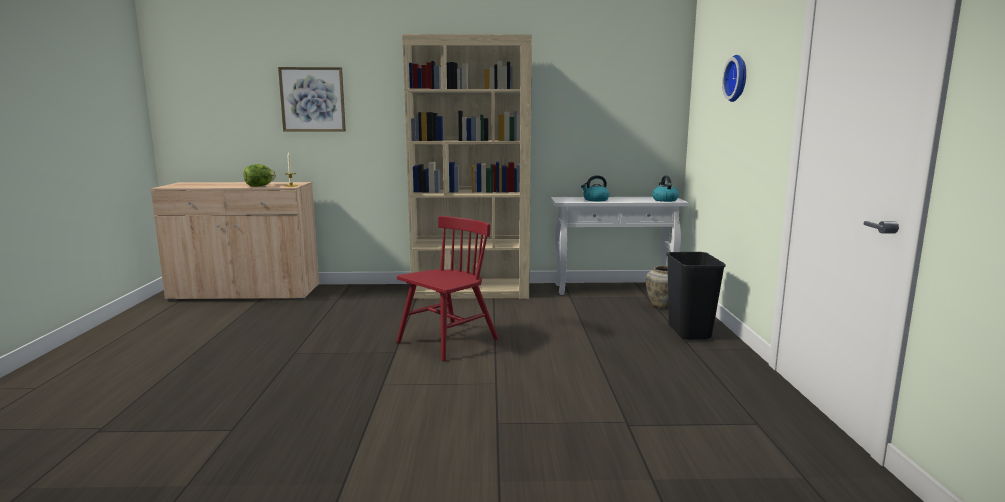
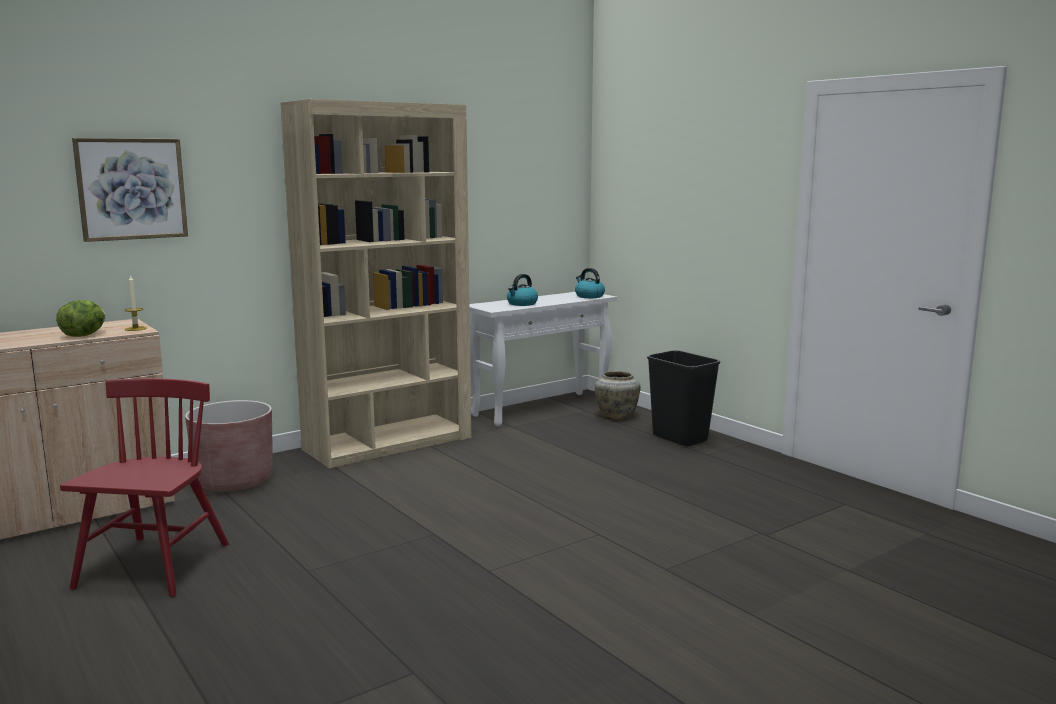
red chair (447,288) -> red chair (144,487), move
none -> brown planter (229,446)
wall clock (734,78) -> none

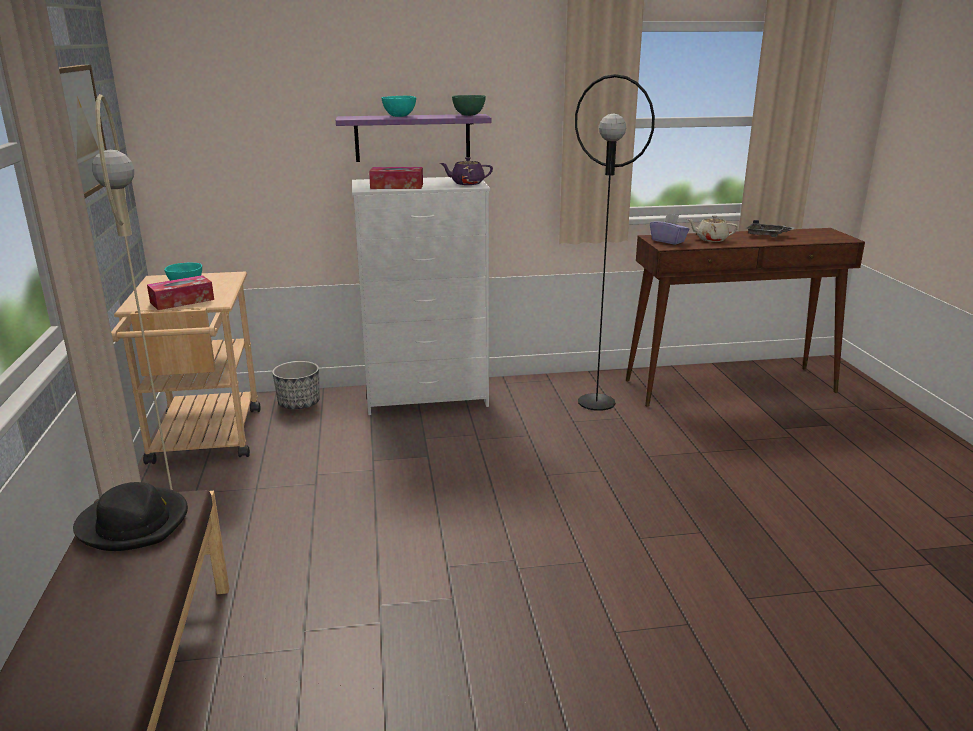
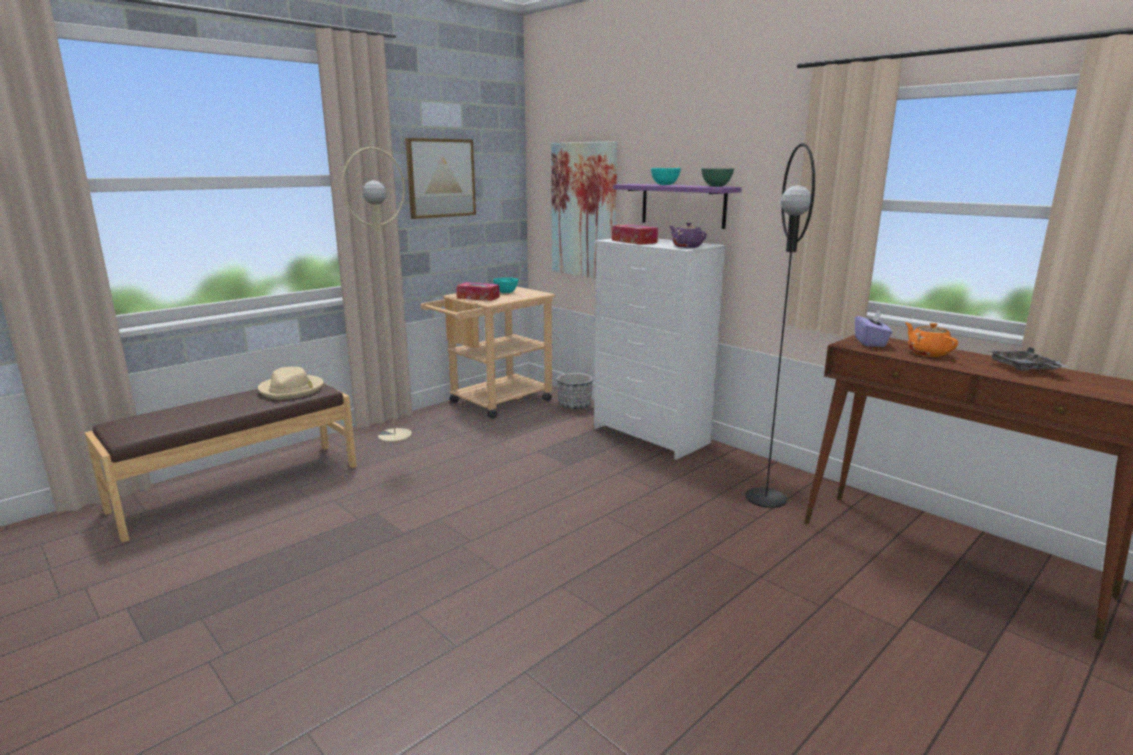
black hat (130,516) -> beige hat (291,383)
none -> picture (584,209)
beige teapot (712,228) -> orange teapot (931,339)

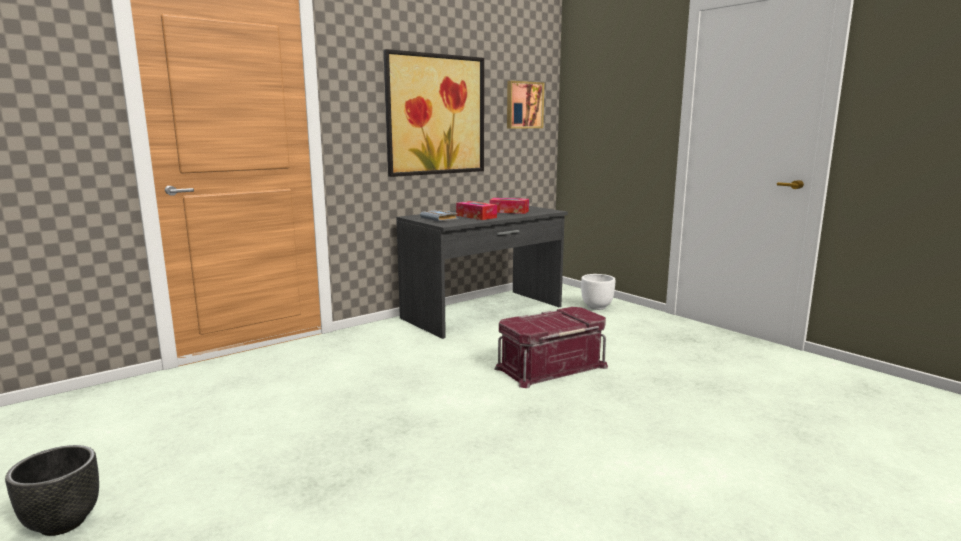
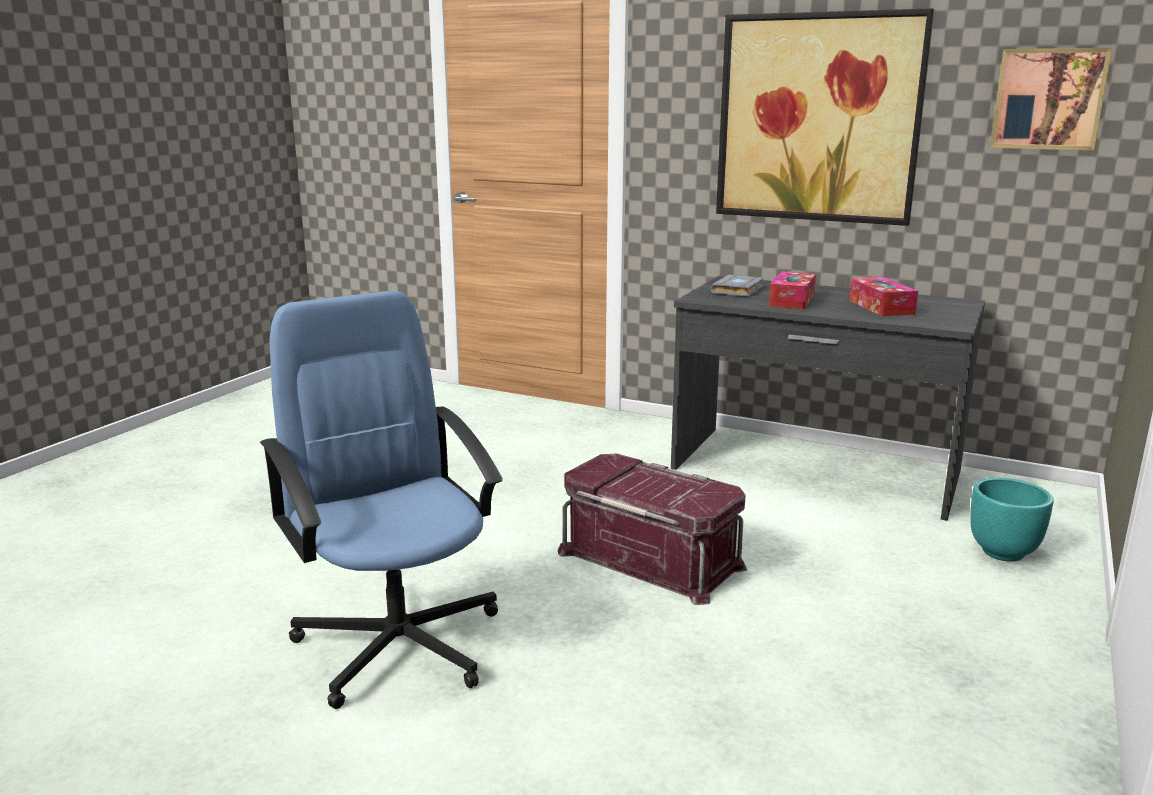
none -> blue office chair (381,499)
white planter (598,292) -> turquoise planter (1012,520)
black planter (52,490) -> none

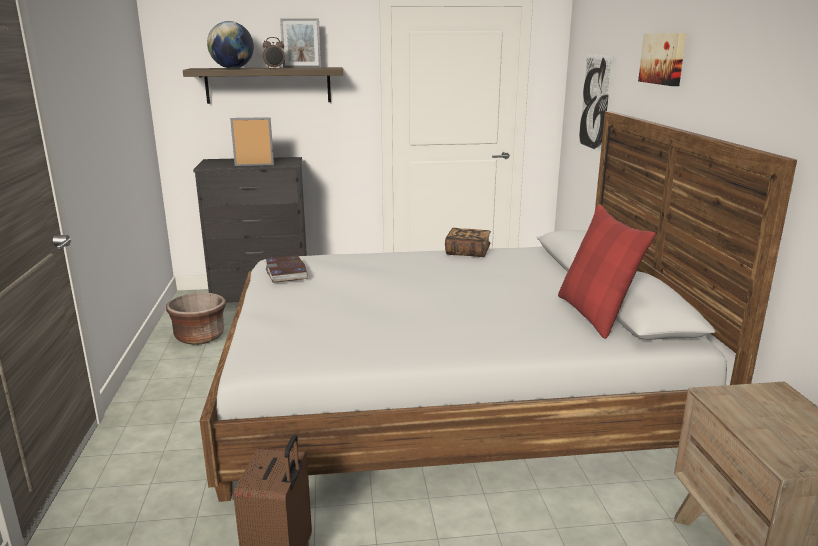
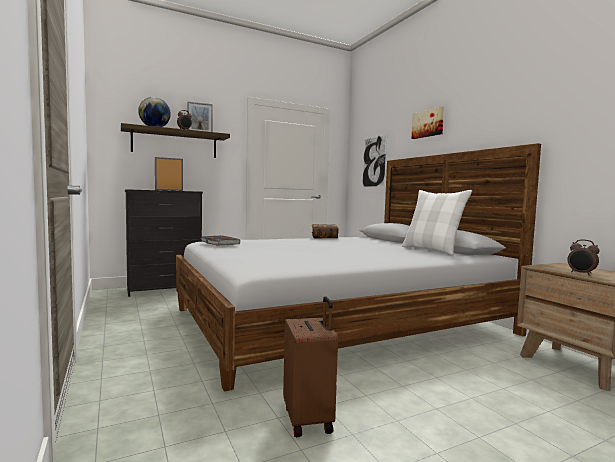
red pillow (607,271) -> white pillow (437,222)
none -> alarm clock (583,257)
brown planter (196,319) -> none

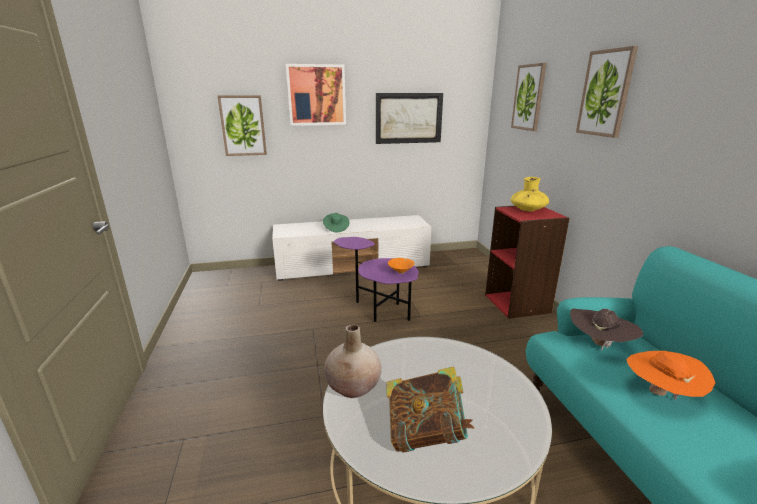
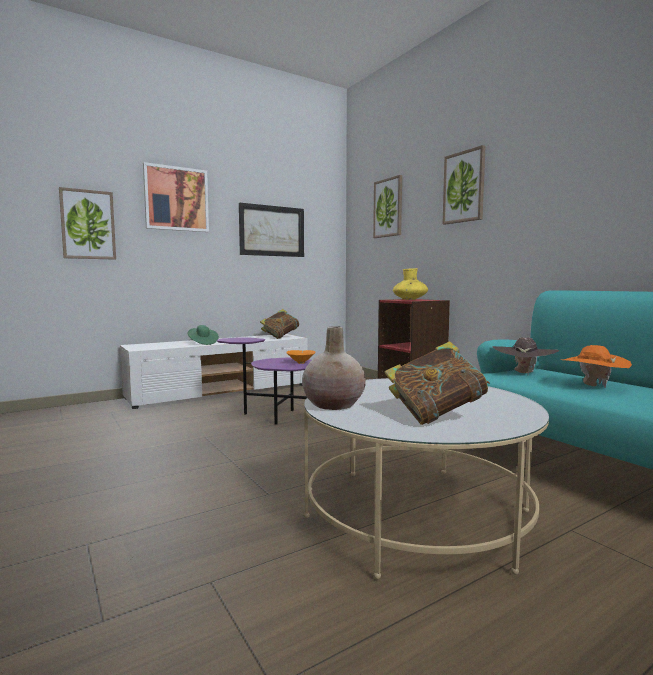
none -> book (279,324)

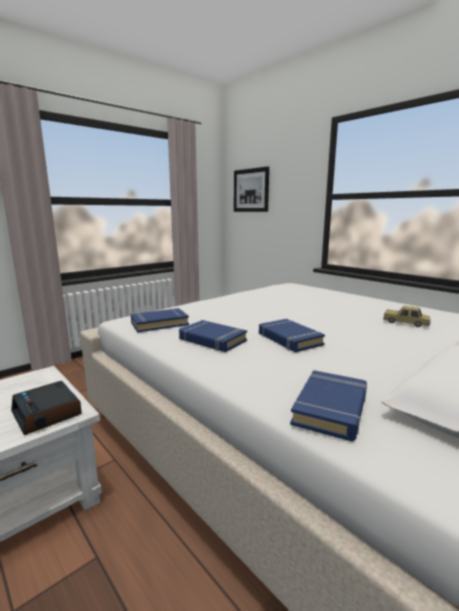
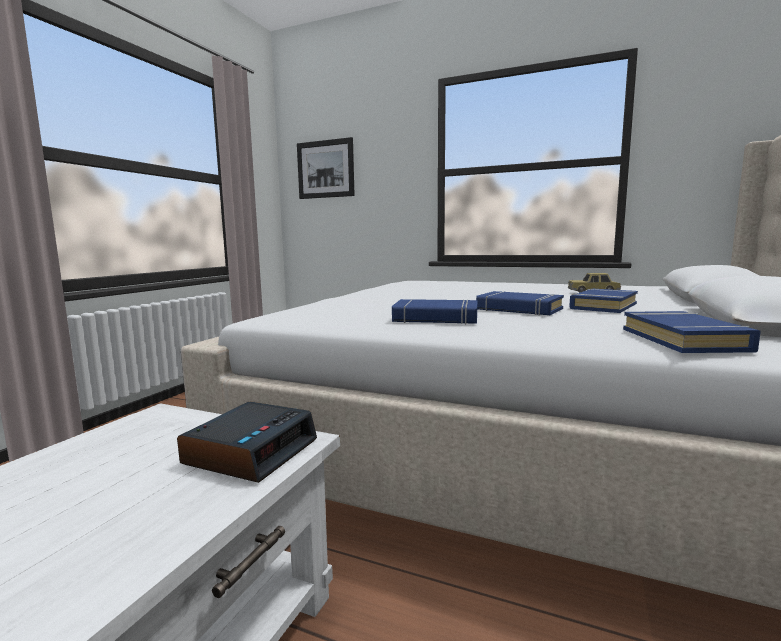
alarm clock (46,408) -> alarm clock (247,442), 90 degrees counterclockwise
blue book (160,320) -> blue book (603,301), move

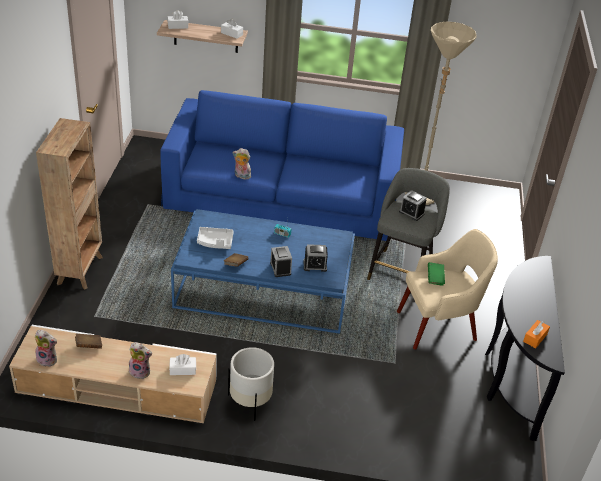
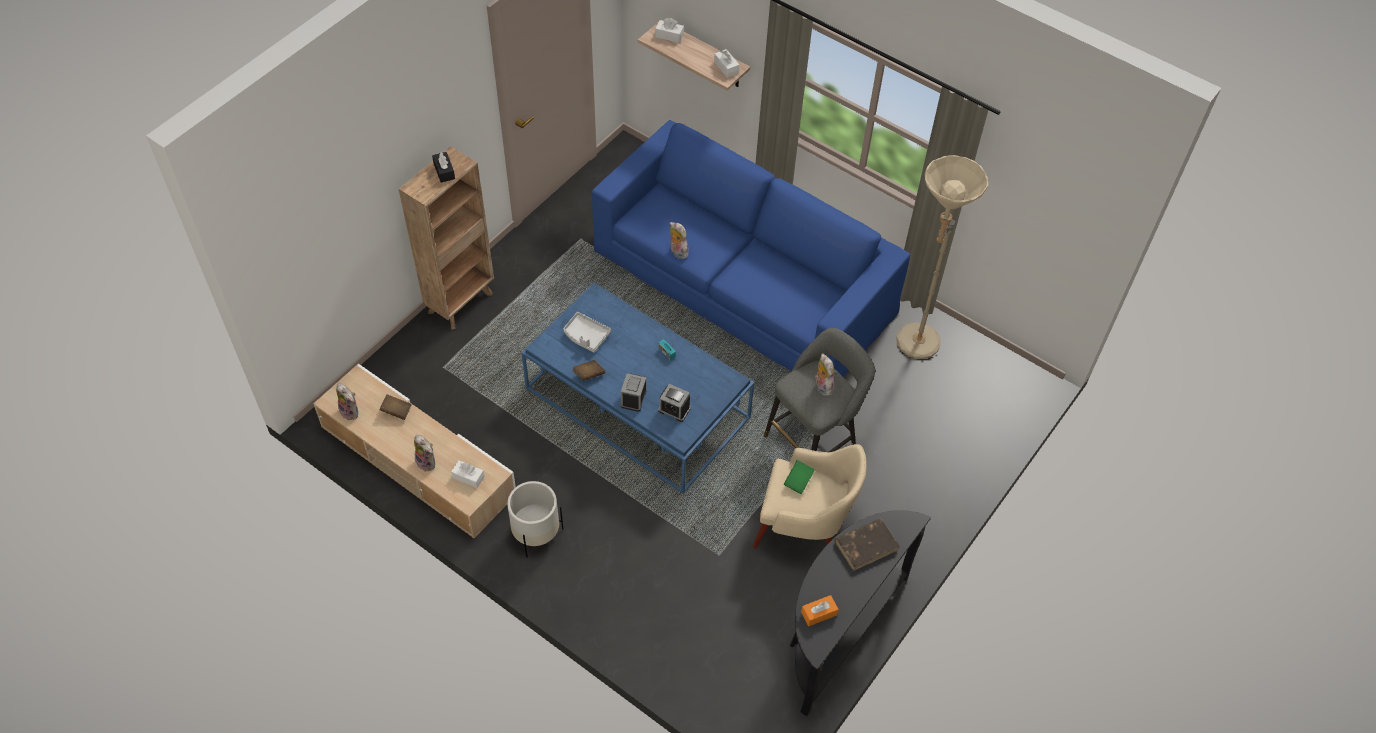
none -> black tissue box (443,167)
alarm clock (412,205) -> plush toy (824,374)
none -> brown book (867,544)

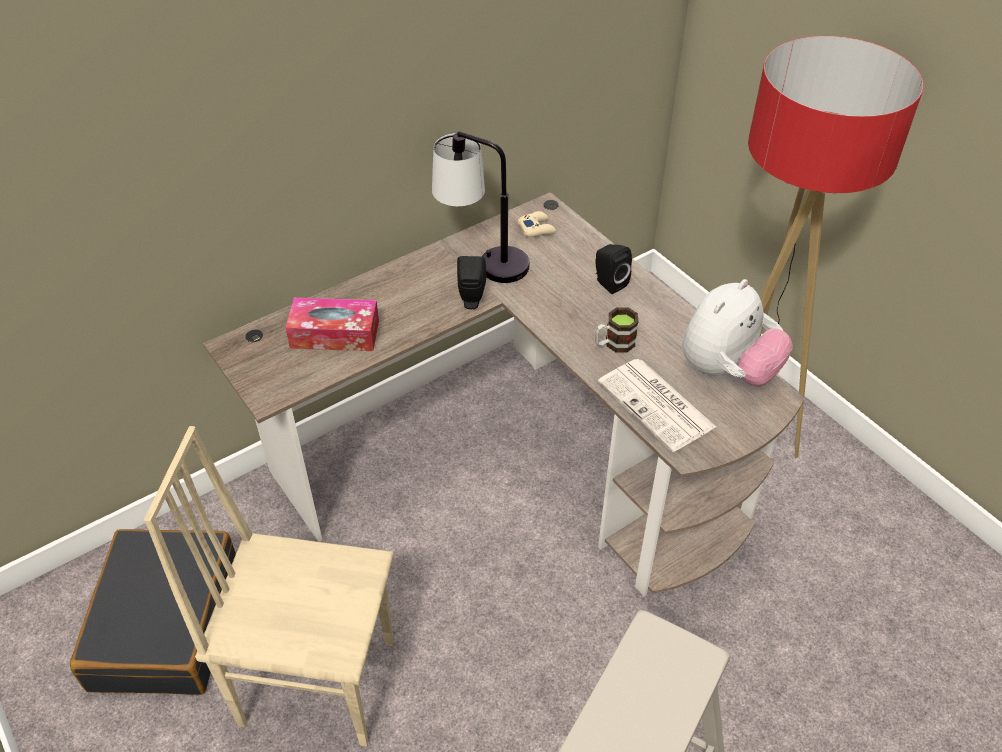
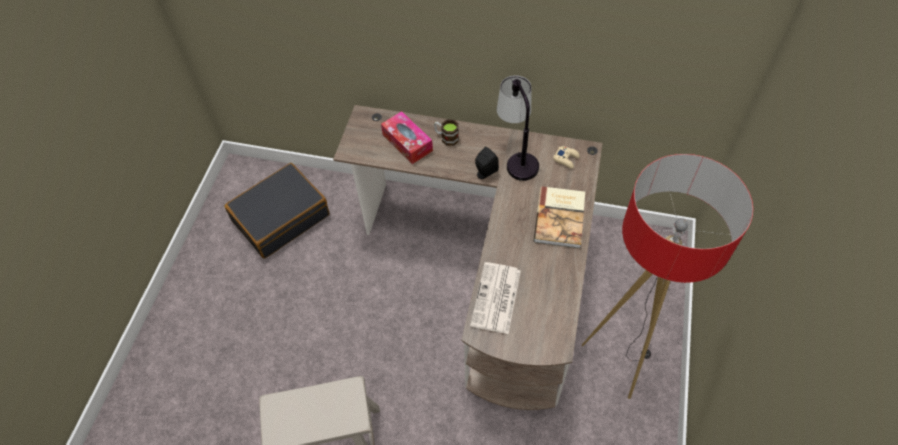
mug (617,329) -> mug (446,132), move
black speaker (614,269) -> book (559,217)
beige chair (269,586) -> none
plush toy (737,333) -> none

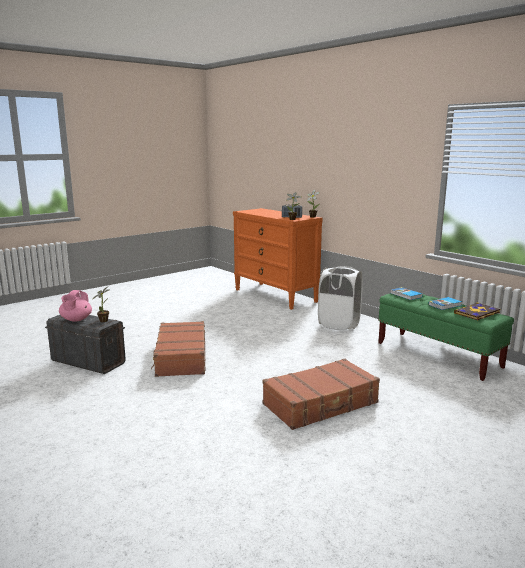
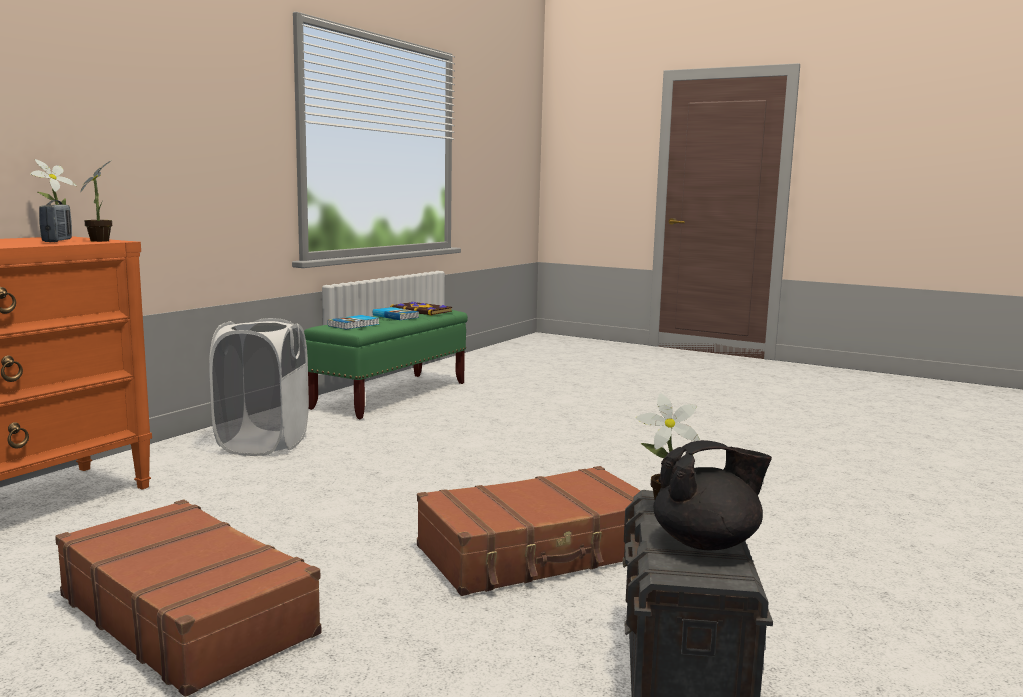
brown suitcase (321,394) -> brown suitcase (188,598), move
pink teapot (75,306) -> black teapot (713,495)

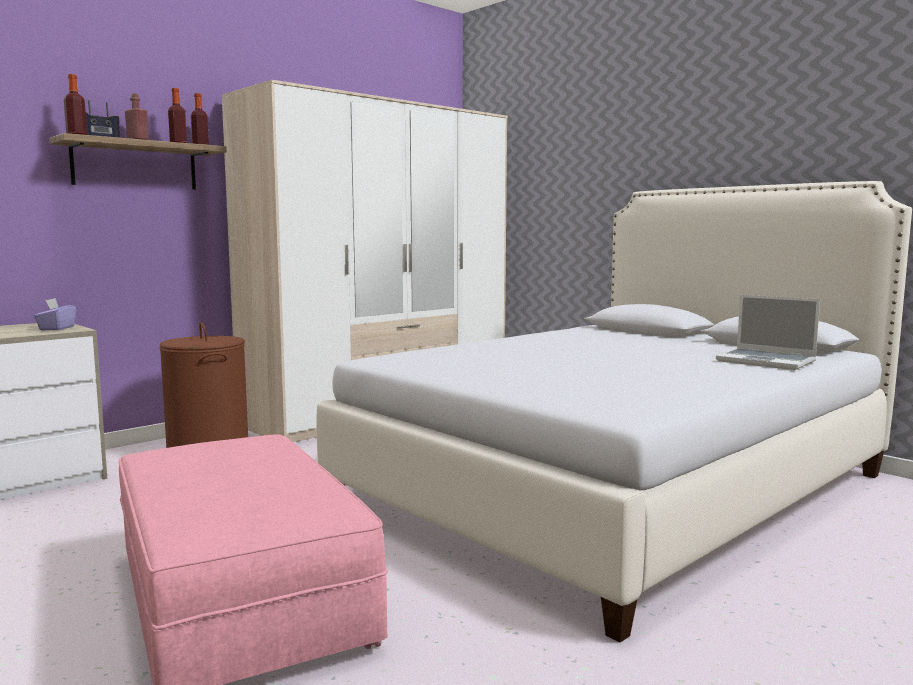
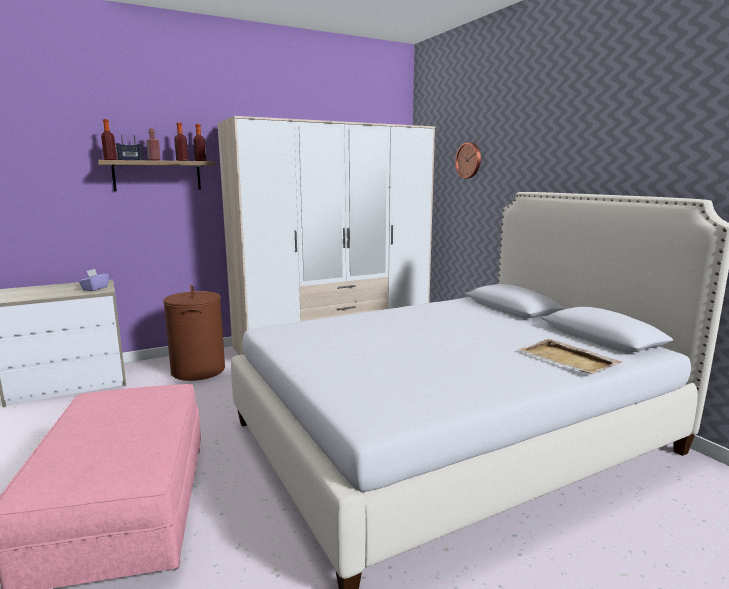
none -> wall clock (468,160)
laptop (768,332) -> beige tray (569,356)

